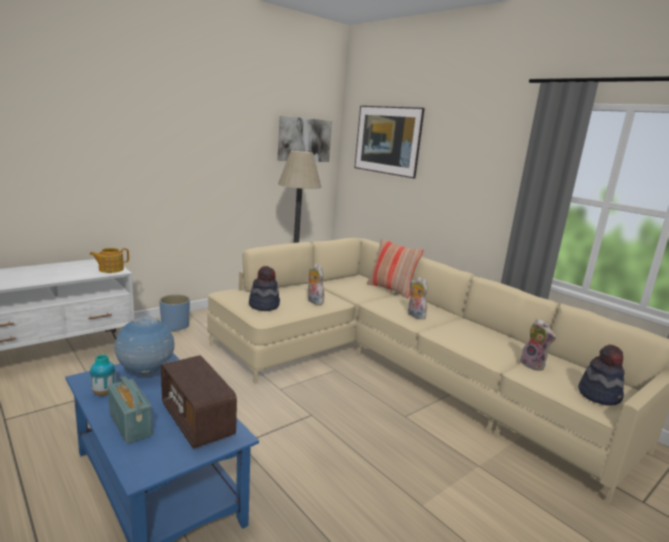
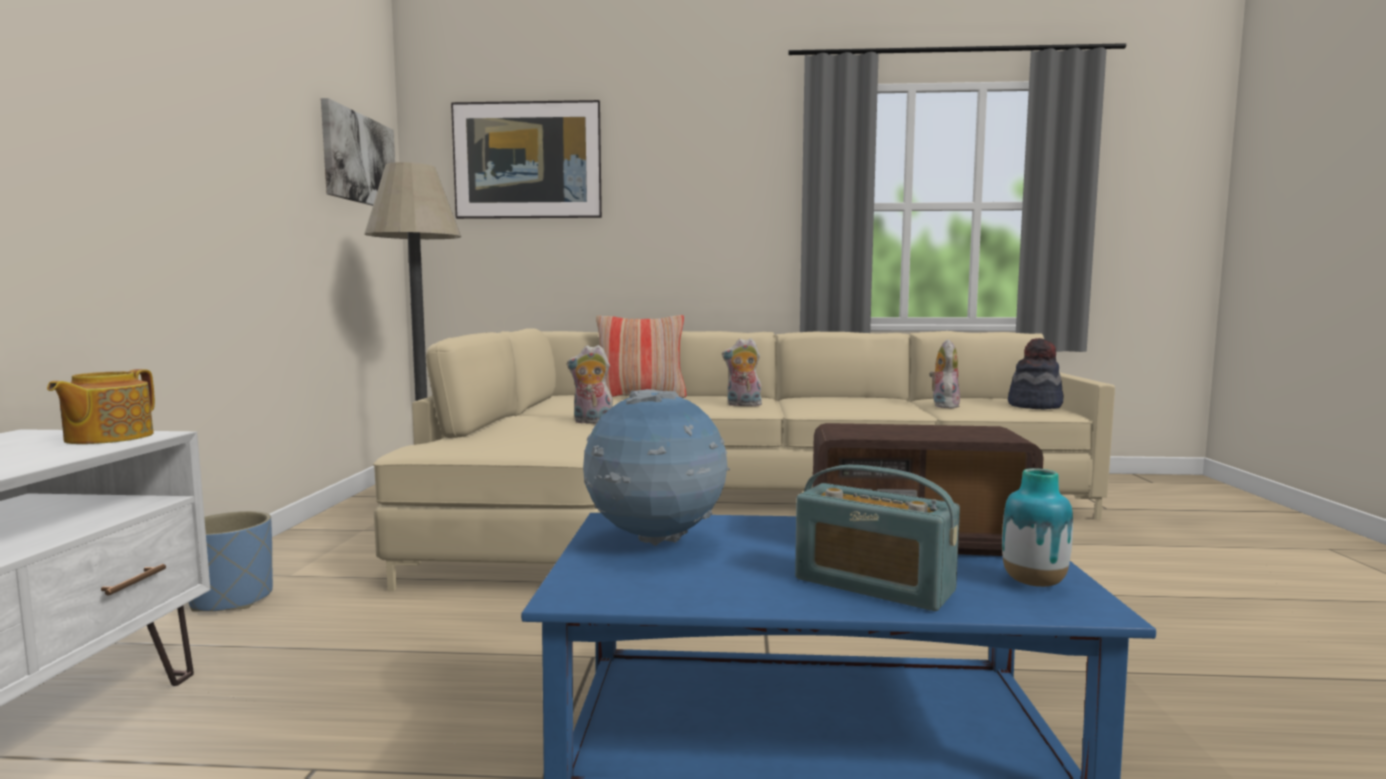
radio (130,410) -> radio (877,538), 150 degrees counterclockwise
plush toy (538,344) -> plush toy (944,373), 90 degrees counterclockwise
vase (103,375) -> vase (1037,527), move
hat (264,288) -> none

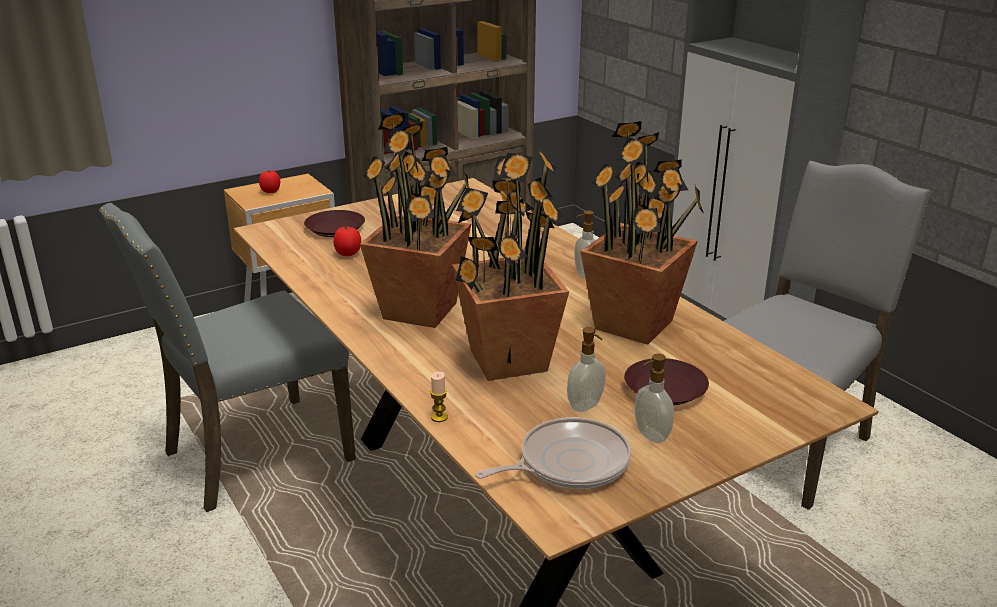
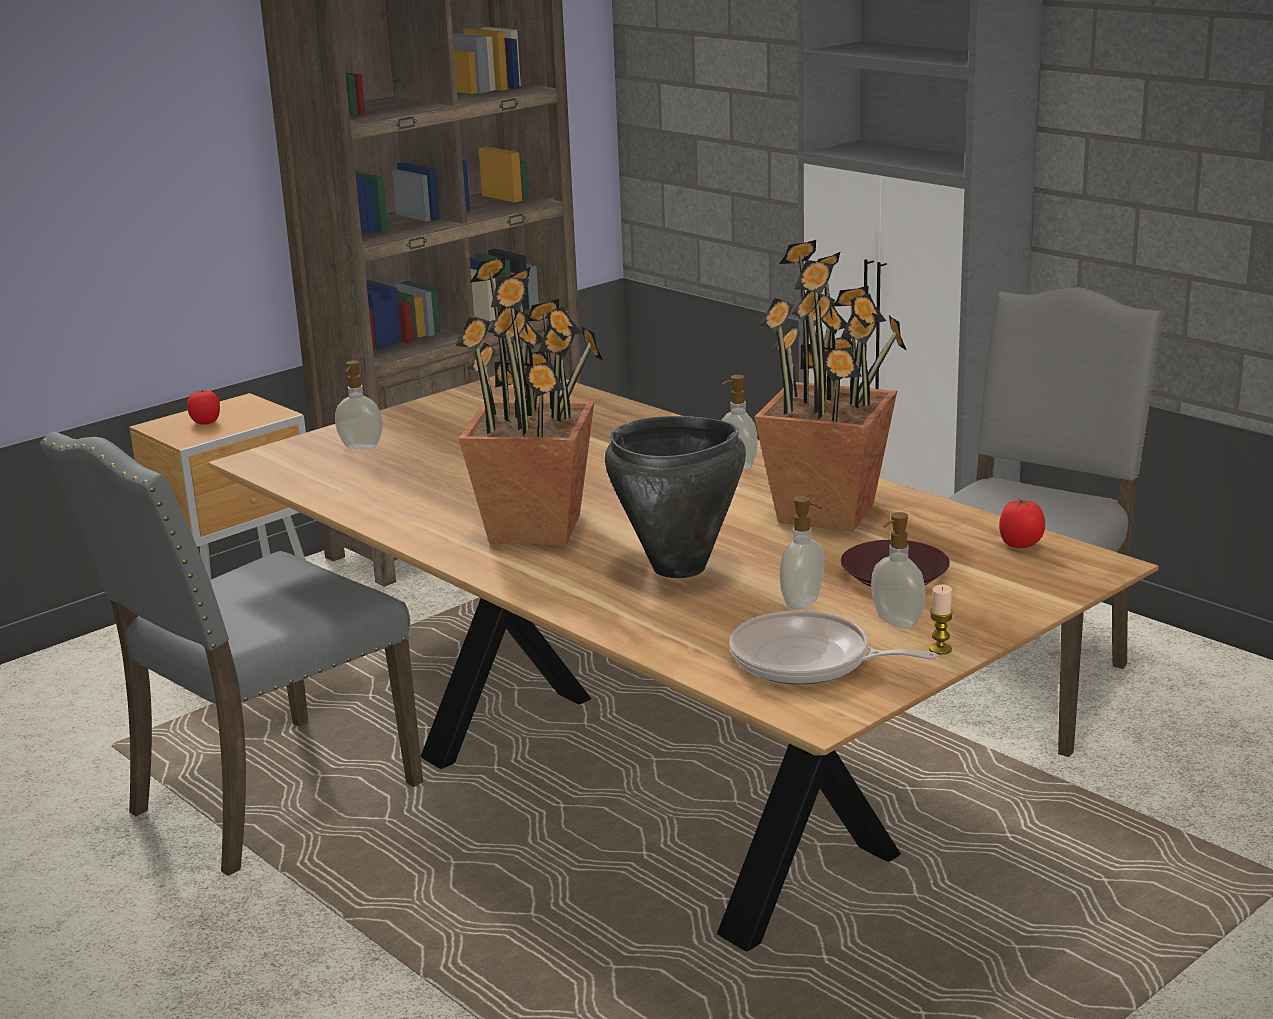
brown plate (334,223) -> soap dispenser (359,404)
potted plant (510,265) -> black cooking pot (675,497)
frying pan (553,453) -> frying pan (833,647), 120 degrees counterclockwise
candle (439,396) -> candle (941,619), move
tomato (347,241) -> tomato (1022,523), move

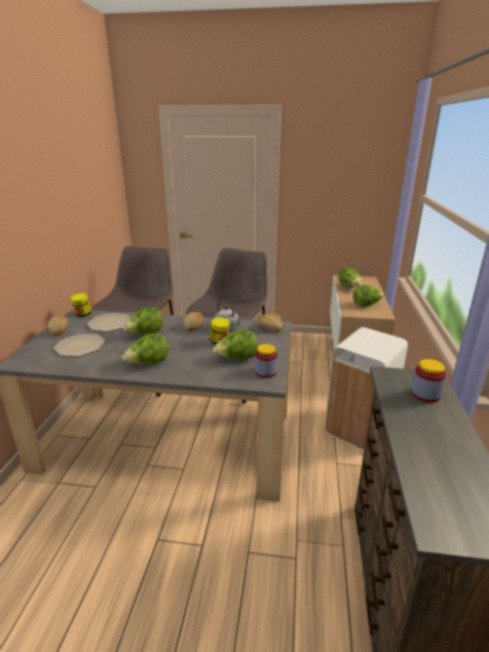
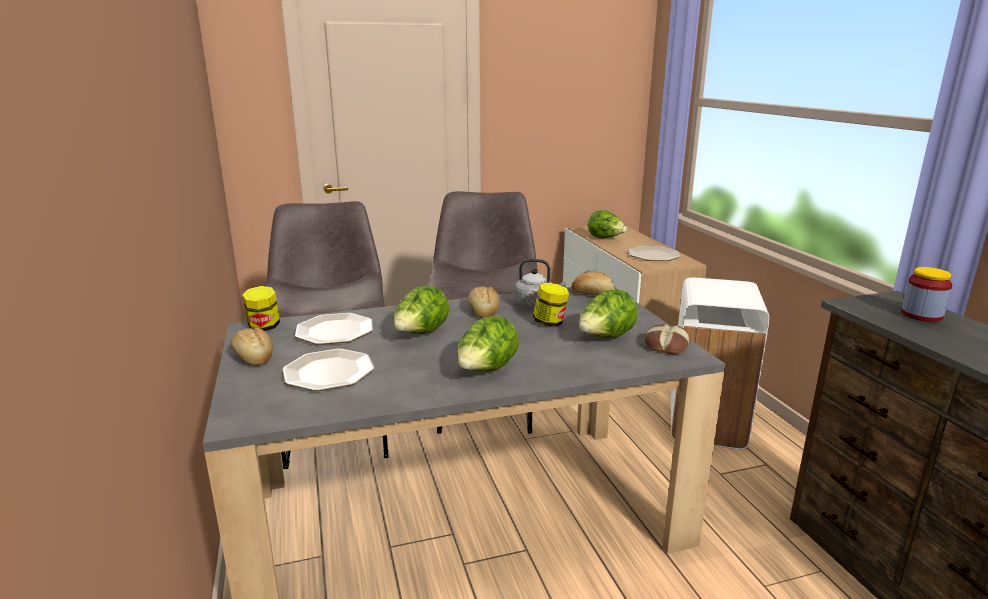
lettuce (368,296) -> plate (654,253)
jar (266,361) -> bread (667,339)

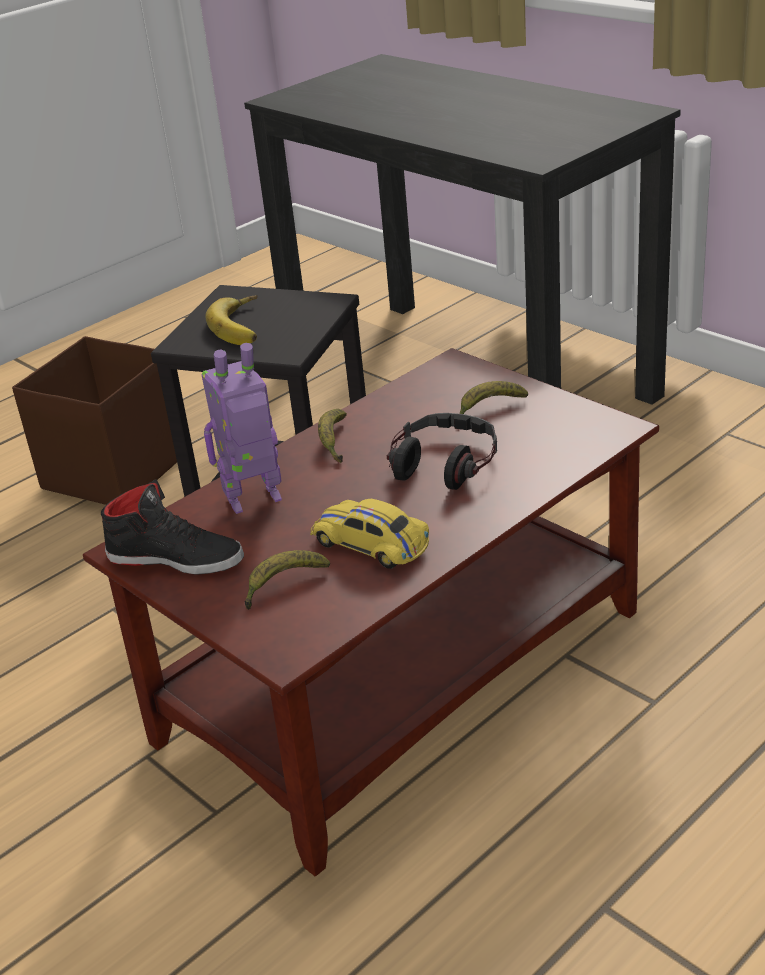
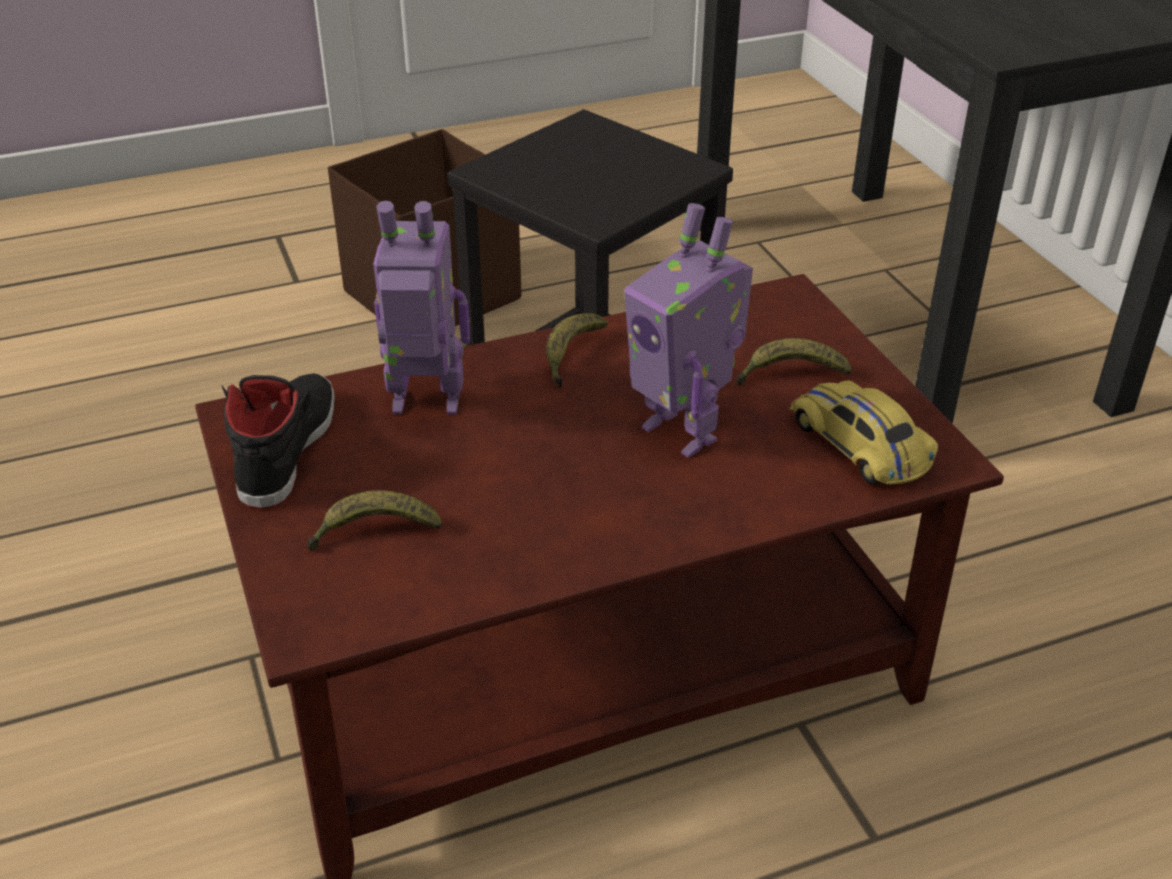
black shoe (172,527) -> black shoe (278,441), 120 degrees counterclockwise
headphones (442,451) -> toy robot (688,330)
yellow toy car (369,534) -> yellow toy car (863,432), move
banana (231,320) -> none

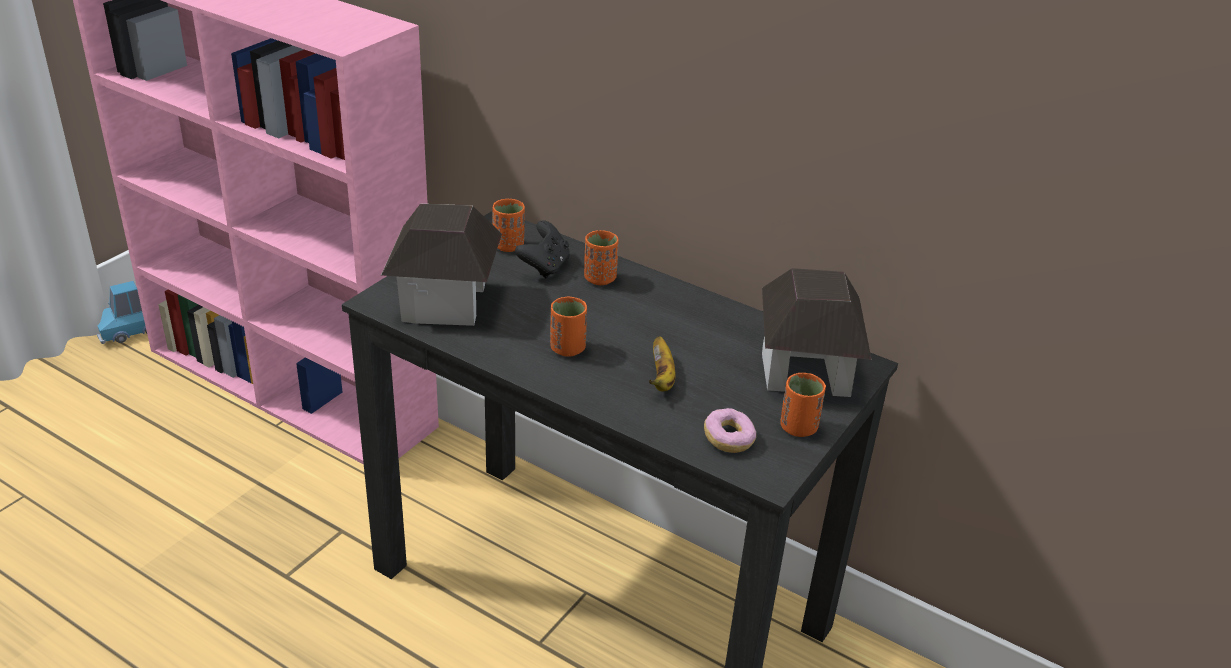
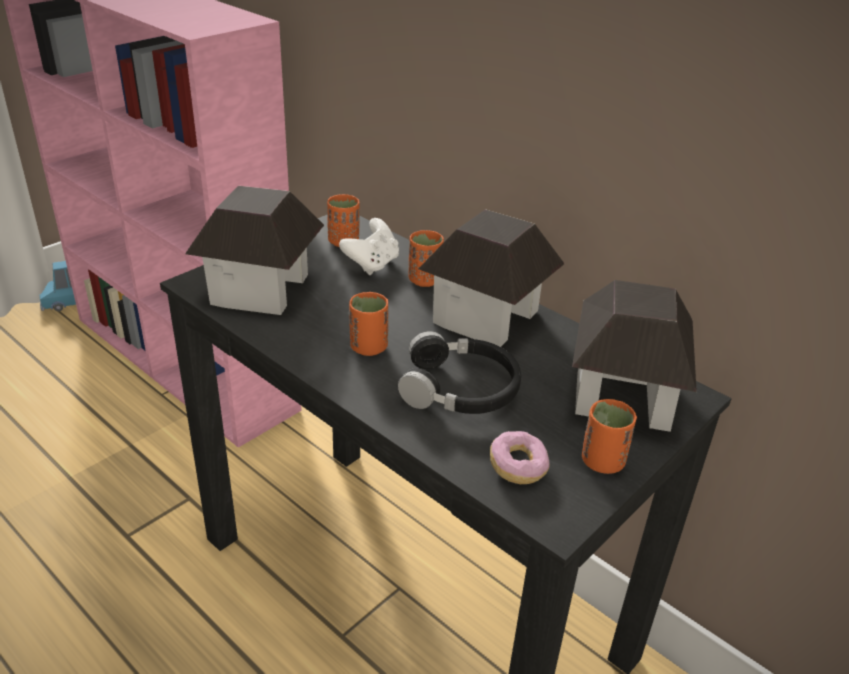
black game controller (542,249) -> white game controller (369,246)
banana (662,364) -> black headphones (459,372)
none -> toy house (491,278)

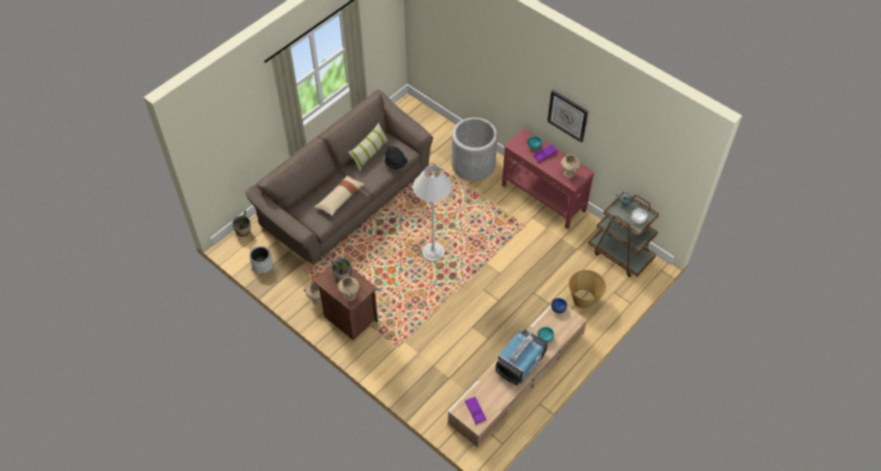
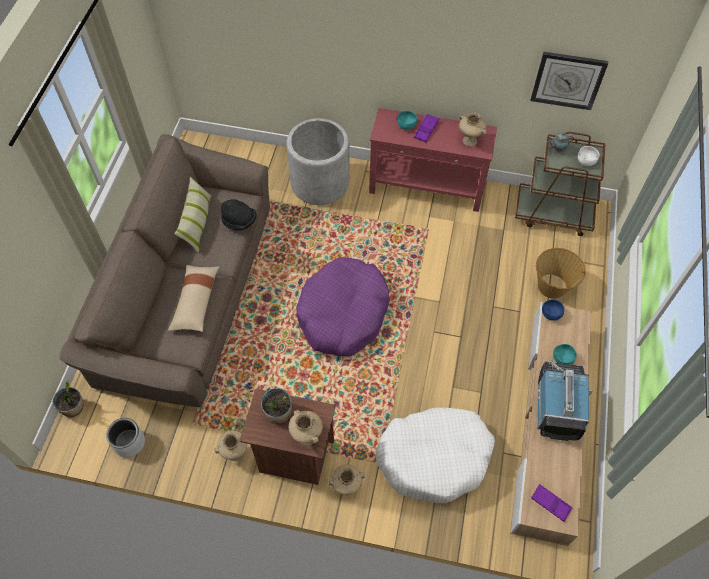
white floor lamp (432,213) -> purple dog bed (343,307)
none -> beige vase (347,479)
none -> white dog bed (435,455)
wall clock (567,116) -> wall clock (569,81), move

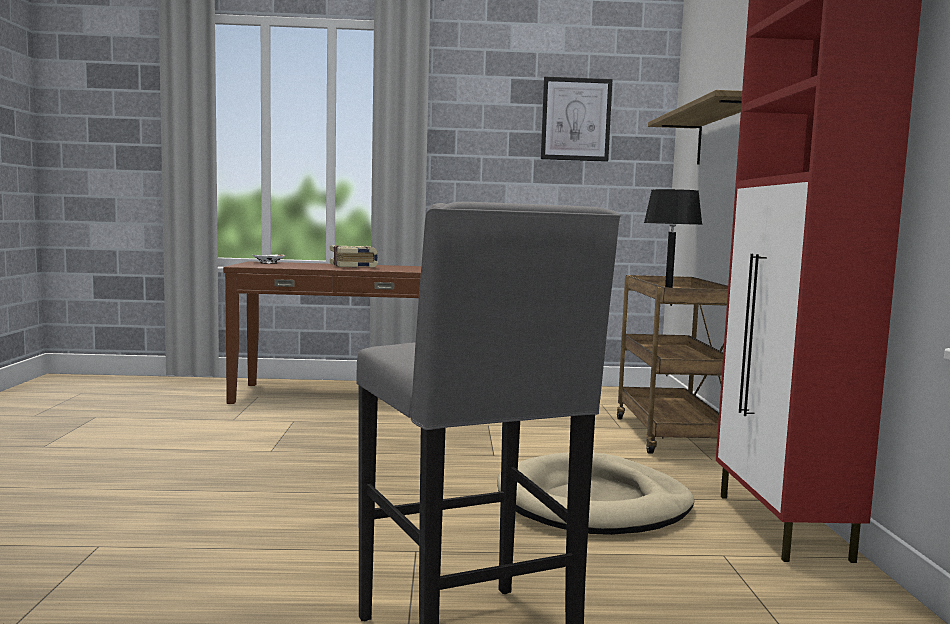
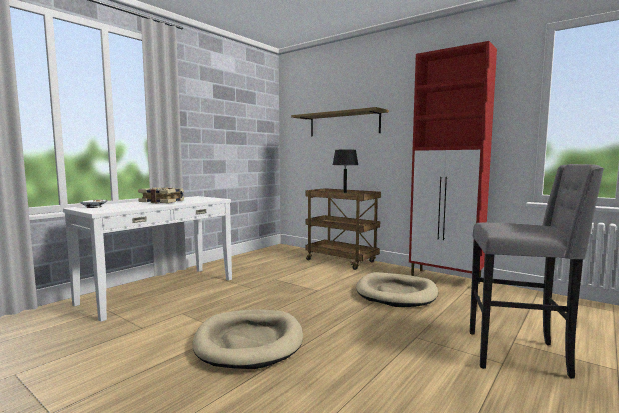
brown console table (322,332) -> white console table (147,259)
none -> beige dog bed (247,339)
picture (576,119) -> none

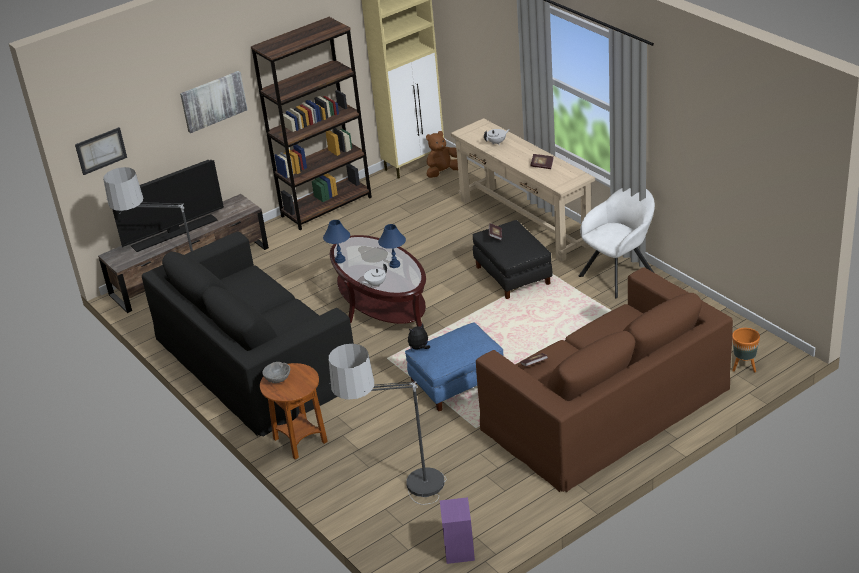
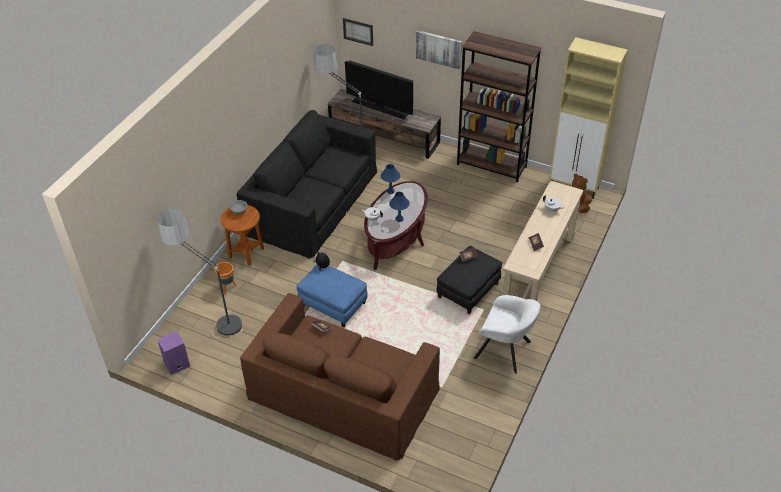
orange planter (746,350) -> orange planter (225,278), move

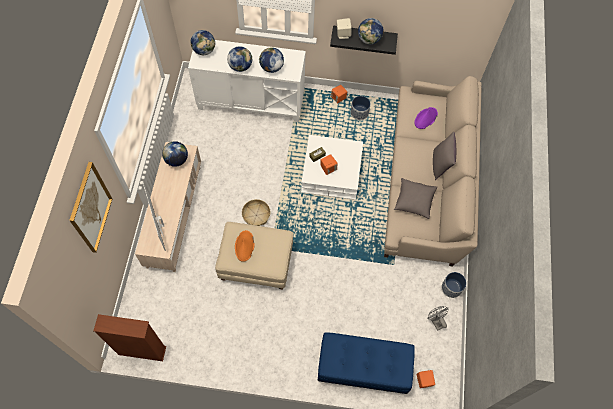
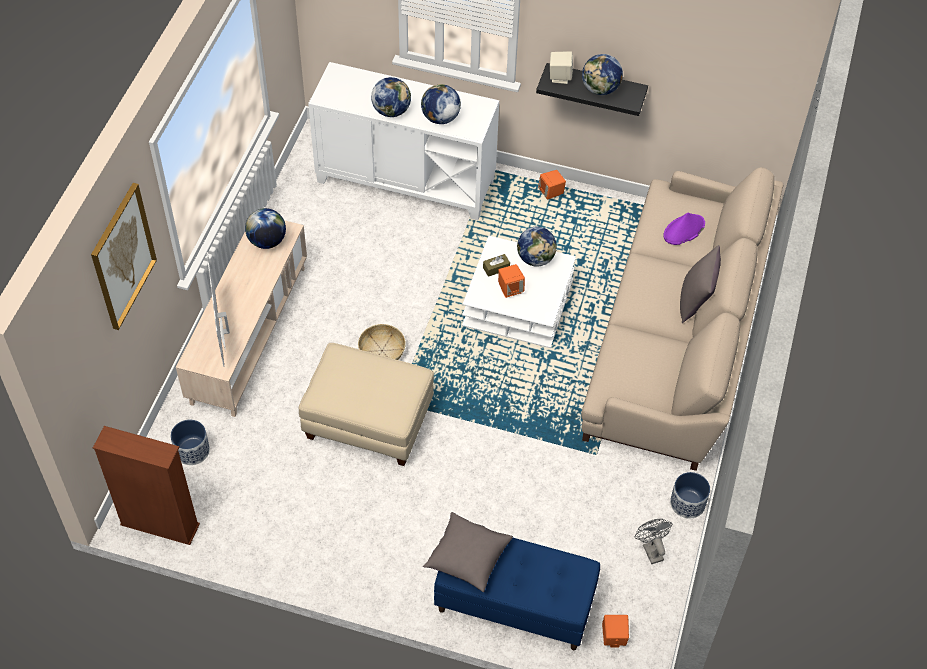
planter (360,108) -> planter (190,442), move
grey pillow (415,198) -> grey pillow (468,552), move
globe (203,42) -> globe (537,247), move
orange hat (245,246) -> none

